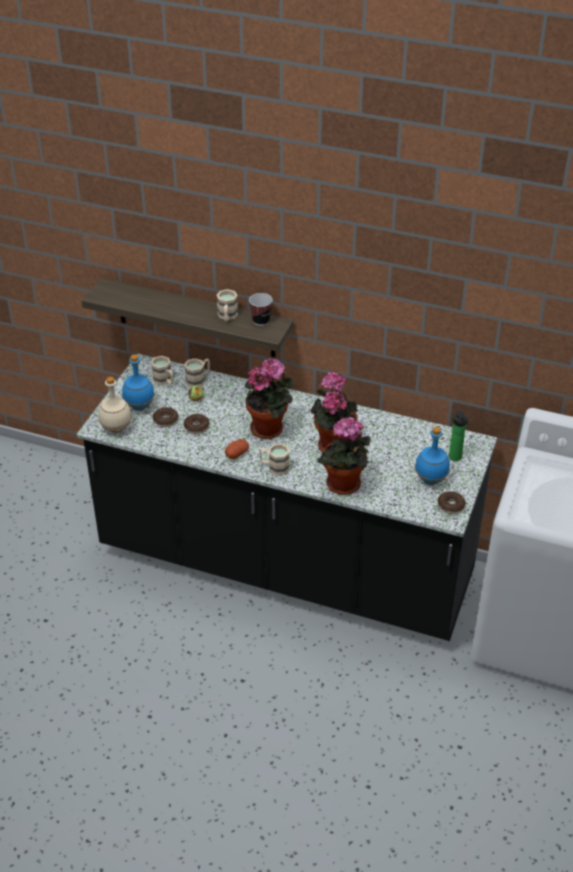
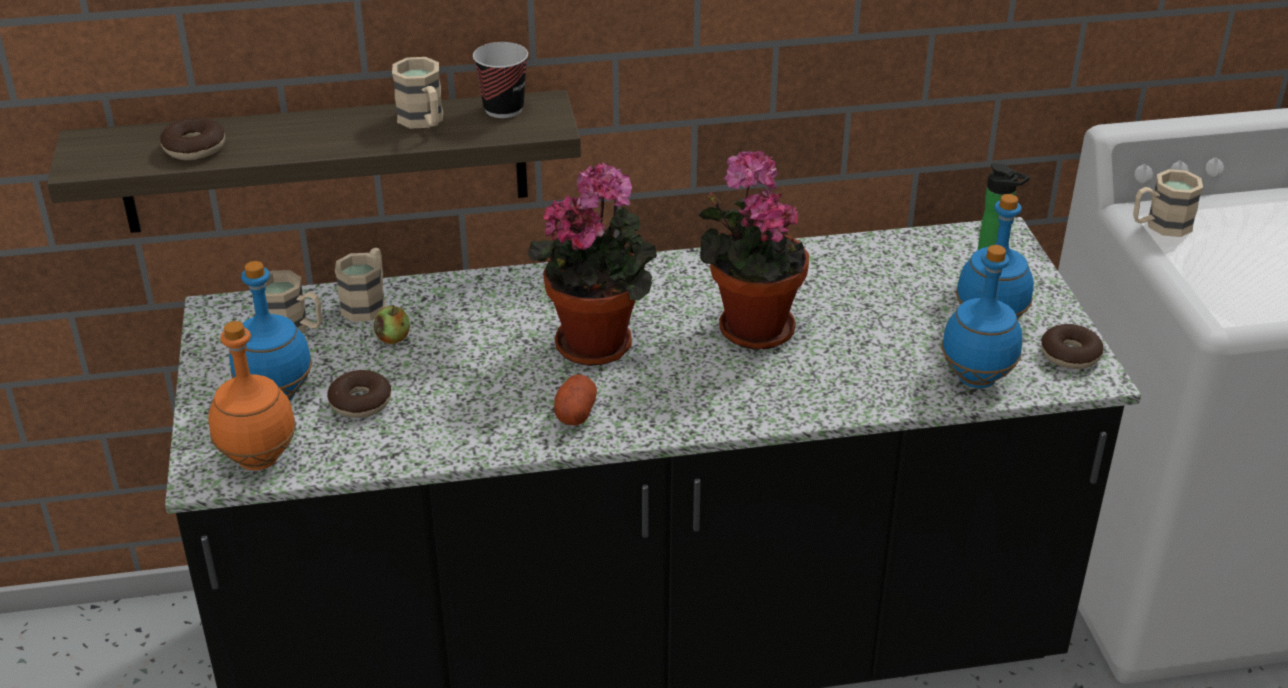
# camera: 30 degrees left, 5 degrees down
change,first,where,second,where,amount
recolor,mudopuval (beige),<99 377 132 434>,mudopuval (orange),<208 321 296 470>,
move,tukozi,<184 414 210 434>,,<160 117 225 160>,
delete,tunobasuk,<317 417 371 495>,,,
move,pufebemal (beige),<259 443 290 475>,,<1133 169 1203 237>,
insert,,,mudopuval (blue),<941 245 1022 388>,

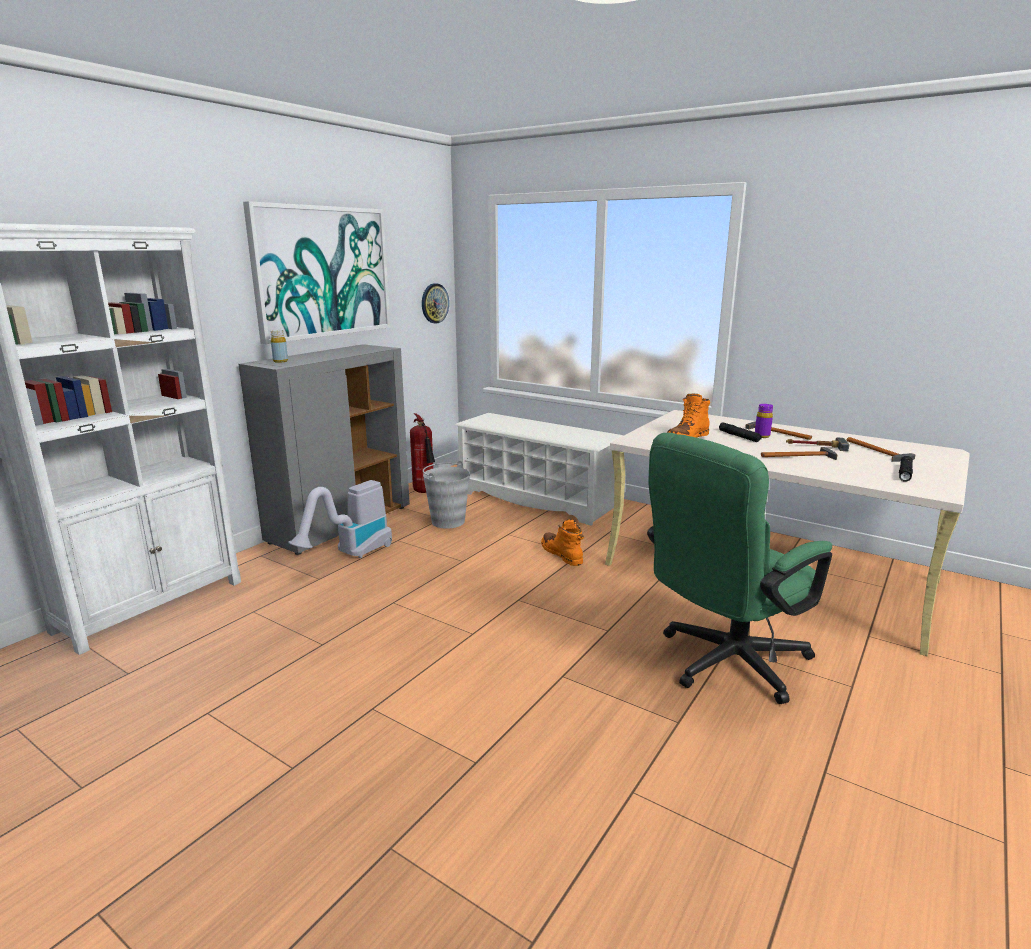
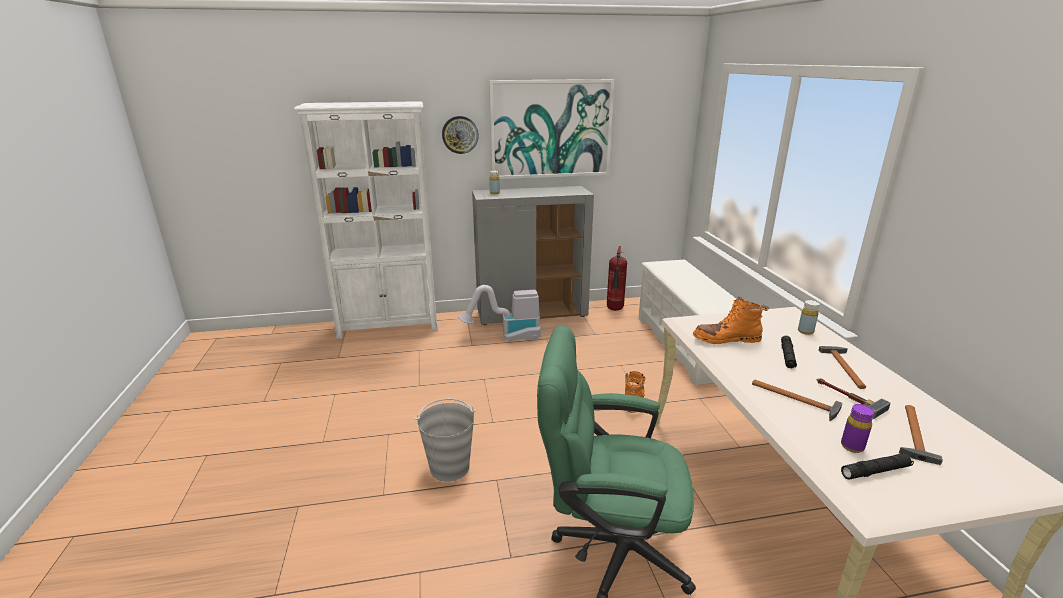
# camera: 45 degrees right, 5 degrees up
change,first,where,second,where,amount
move,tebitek,<422 283 449 323>,,<442 116 479 154>,
move,mudopuval (purple),<755 404 773 438>,,<841 404 874 453>,
move,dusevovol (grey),<423 461 470 529>,,<414 398 476 482>,
insert,,,mudopuval (yellow),<798 300 820 335>,

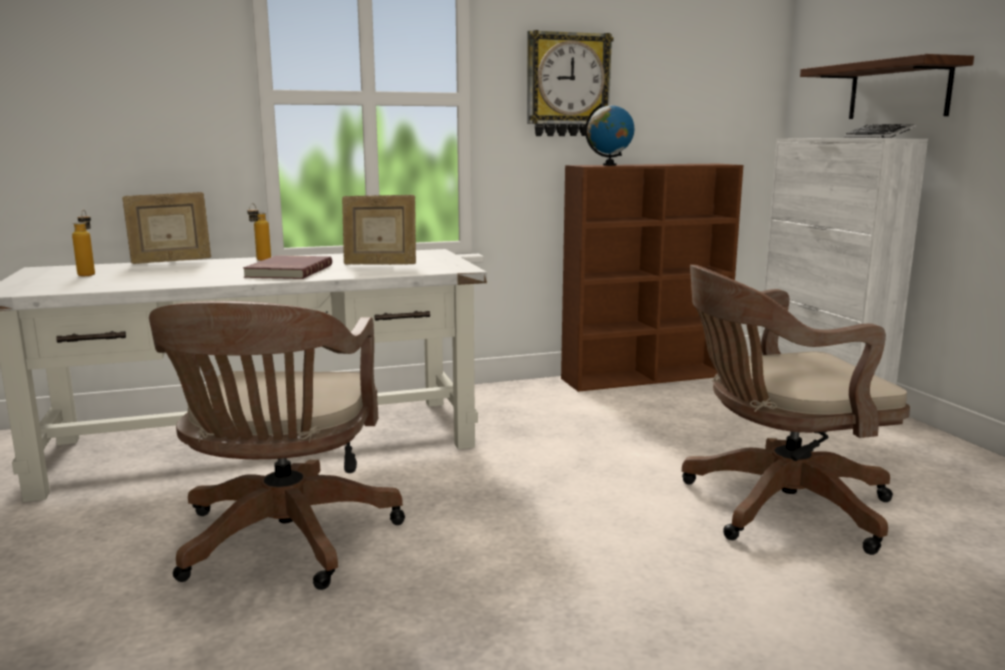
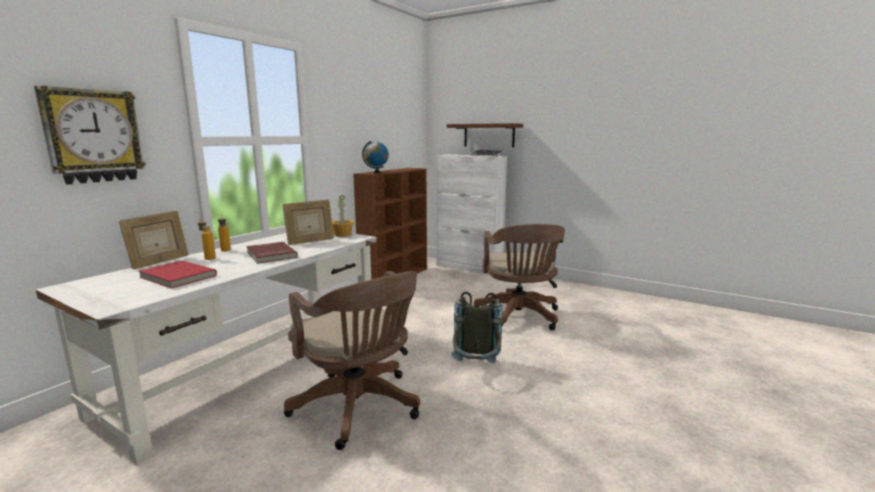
# camera: 40 degrees left, 0 degrees up
change,first,where,second,where,amount
move,tebitek,<527 30 614 136>,,<34 86 146 184>,
move,mudopuval,<72 209 95 276>,,<198 218 216 260>,
rotate,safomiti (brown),<682 265 910 555>,,<474 224 565 330>,45 degrees counterclockwise
insert,,,tunobasuk,<332 196 354 237>,
insert,,,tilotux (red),<139 261 217 289>,
insert,,,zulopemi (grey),<451 292 503 363>,

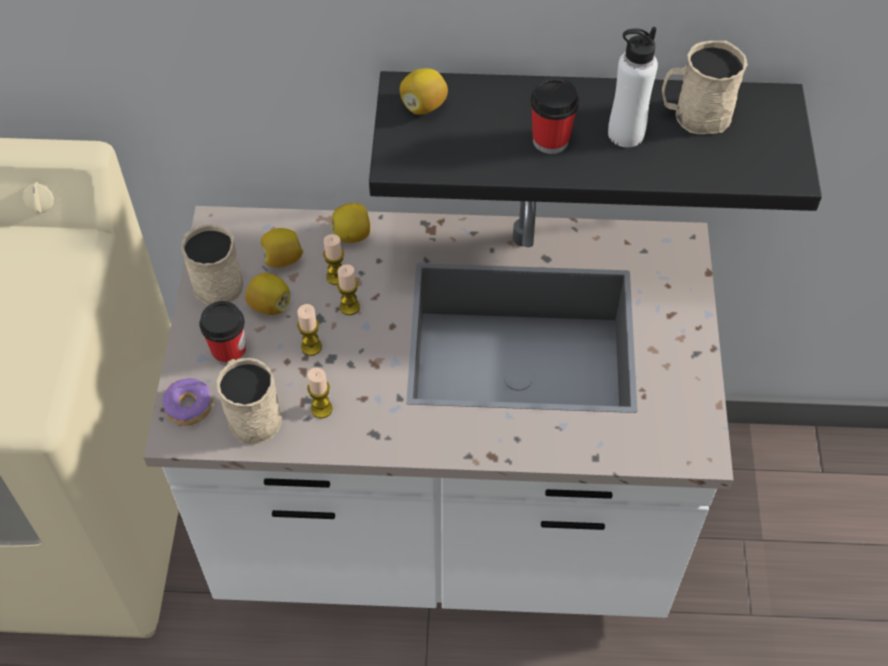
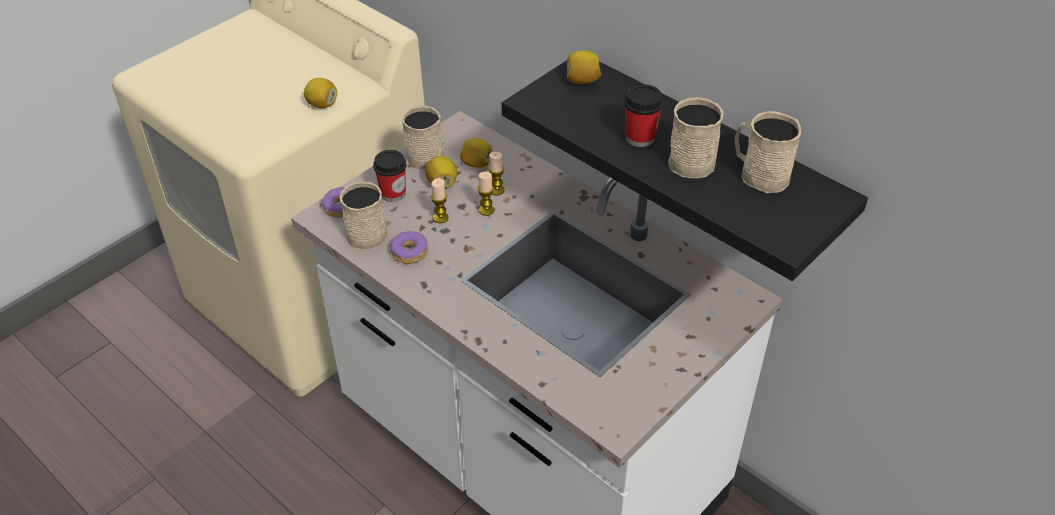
# camera: 40 degrees right, 10 degrees down
change,first,where,second,where,amount
replace,mudopuval (white),<608 27 658 147>,pufebemal (beige),<668 97 723 178>,
move,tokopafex,<331 203 370 243>,,<304 78 337 108>,
replace,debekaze,<307 368 333 418>,tukozi,<391 231 428 264>,

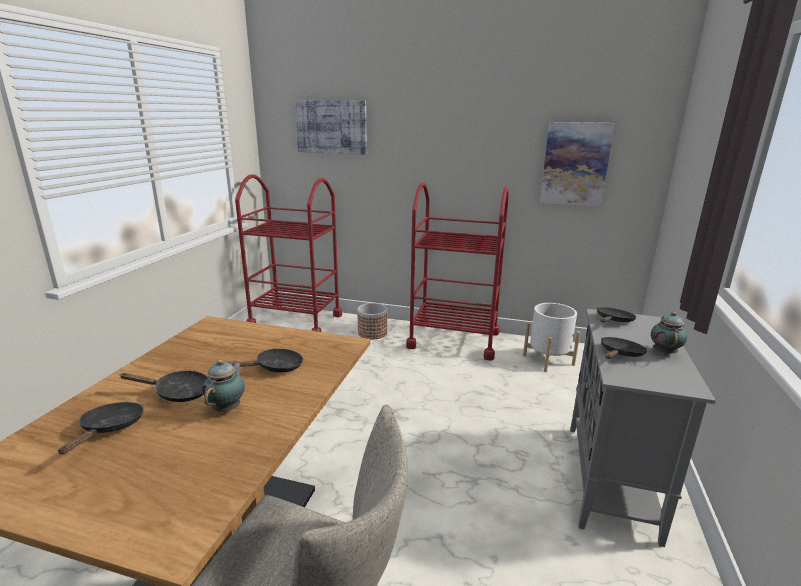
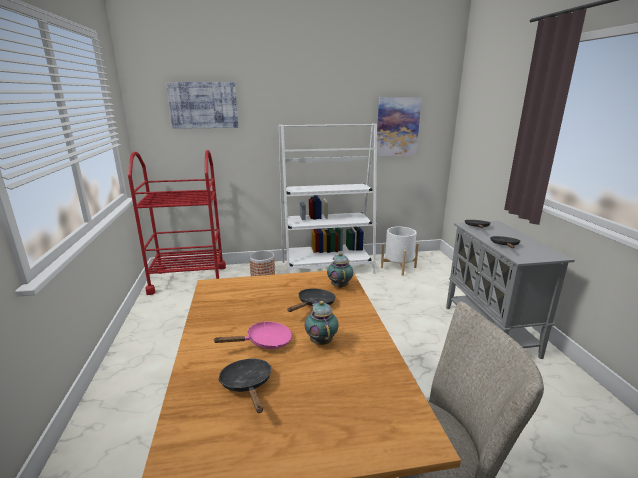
# camera: 25 degrees left, 0 degrees up
change,first,where,second,where,amount
replace,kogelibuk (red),<406 182 509 361>,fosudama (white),<279 123 377 274>,
move,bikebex,<651 312 687 355>,,<327 253 353 288>,
recolor,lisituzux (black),<119 371 208 402>,lisituzux (pink),<213 321 292 349>,

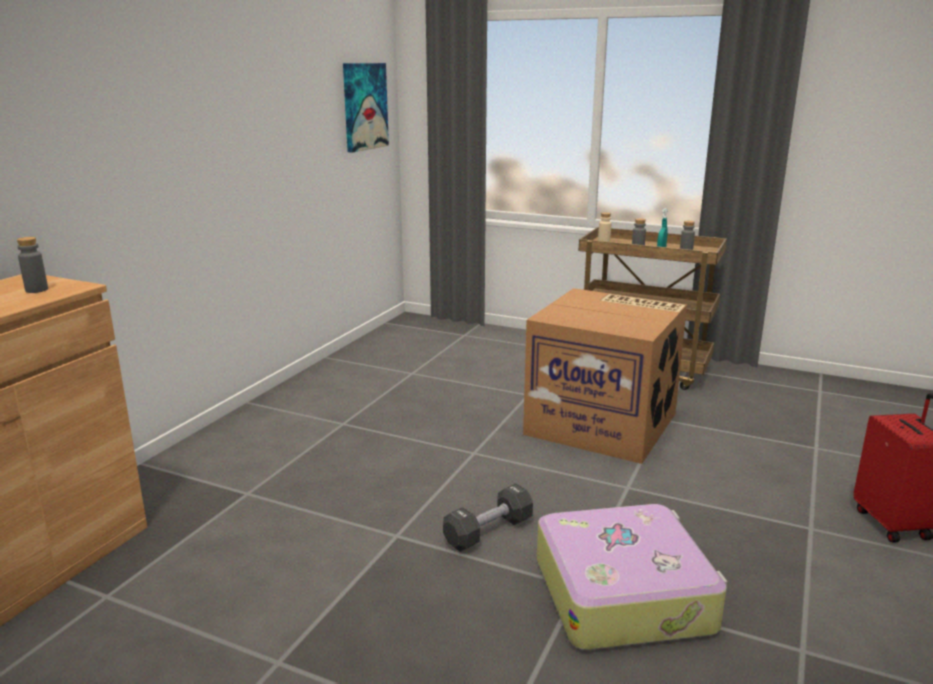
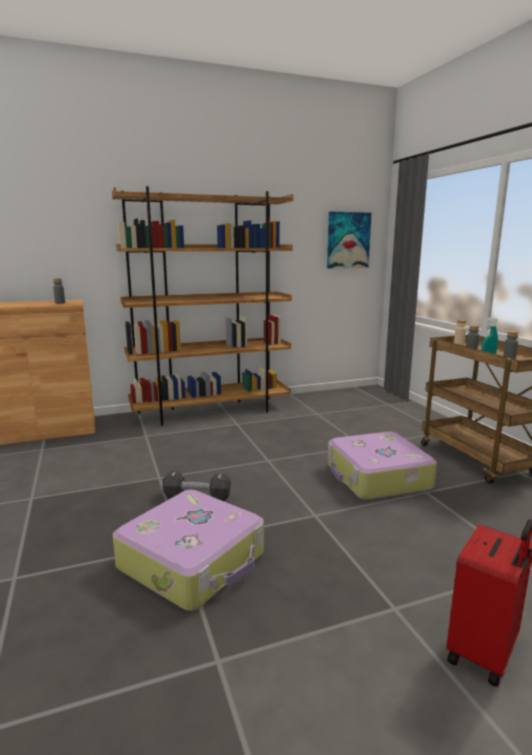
# camera: 45 degrees right, 5 degrees down
change,first,where,second,where,amount
replace,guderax,<523 288 687 464>,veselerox,<328 432 437 500>,
insert,,,fosudama (brown),<112 186 293 426>,

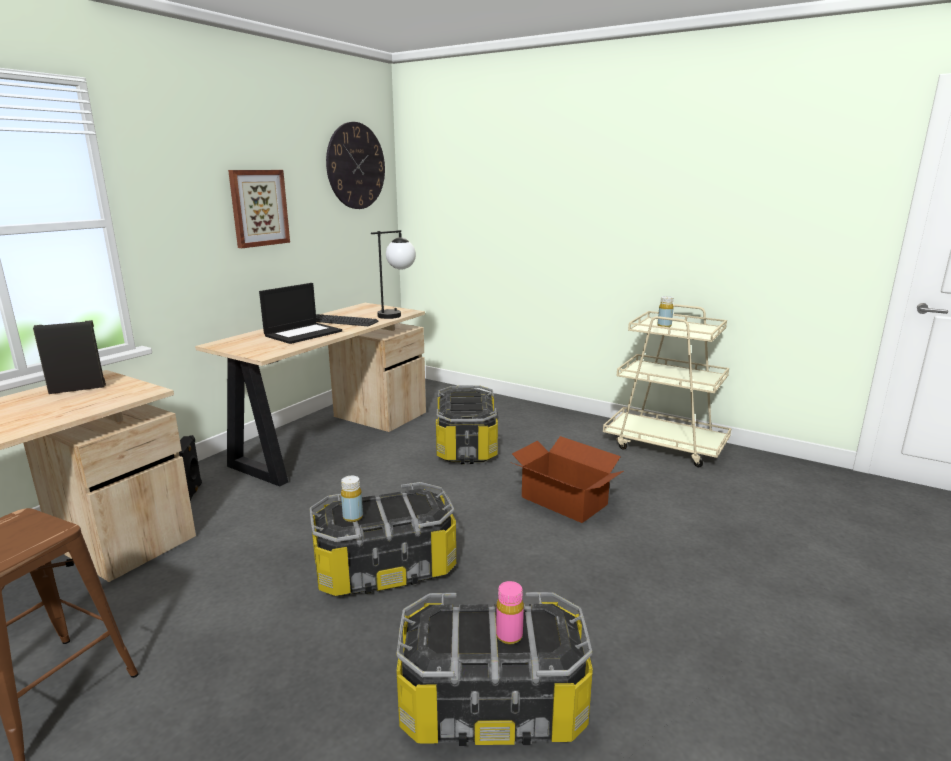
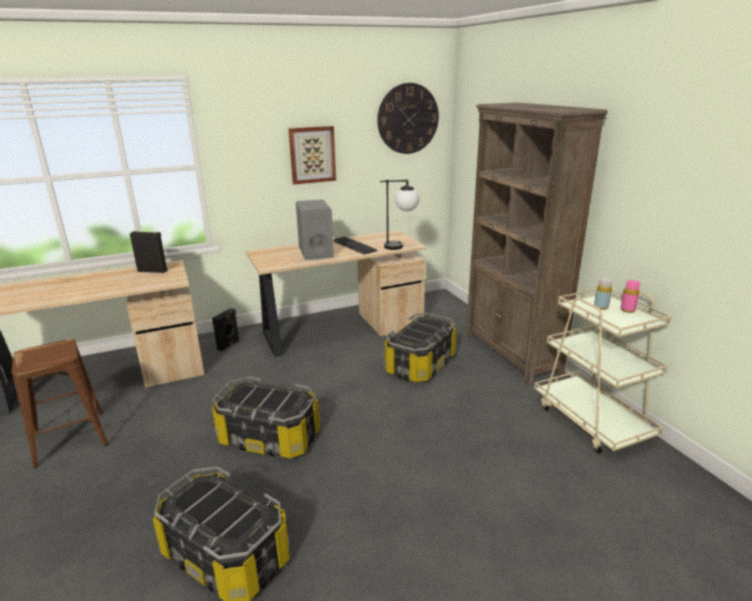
# camera: 35 degrees right, 5 degrees up
change,first,where,second,where,amount
replace,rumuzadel,<259 283 342 344>,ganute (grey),<296 199 334 260>,
delete,guderax,<512 436 623 523>,,,
delete,mudopuval (yellow),<341 476 363 522>,,,
move,mudopuval (pink),<496 581 524 645>,,<621 280 640 313>,
insert,,,fosudama (brown),<466 102 608 385>,

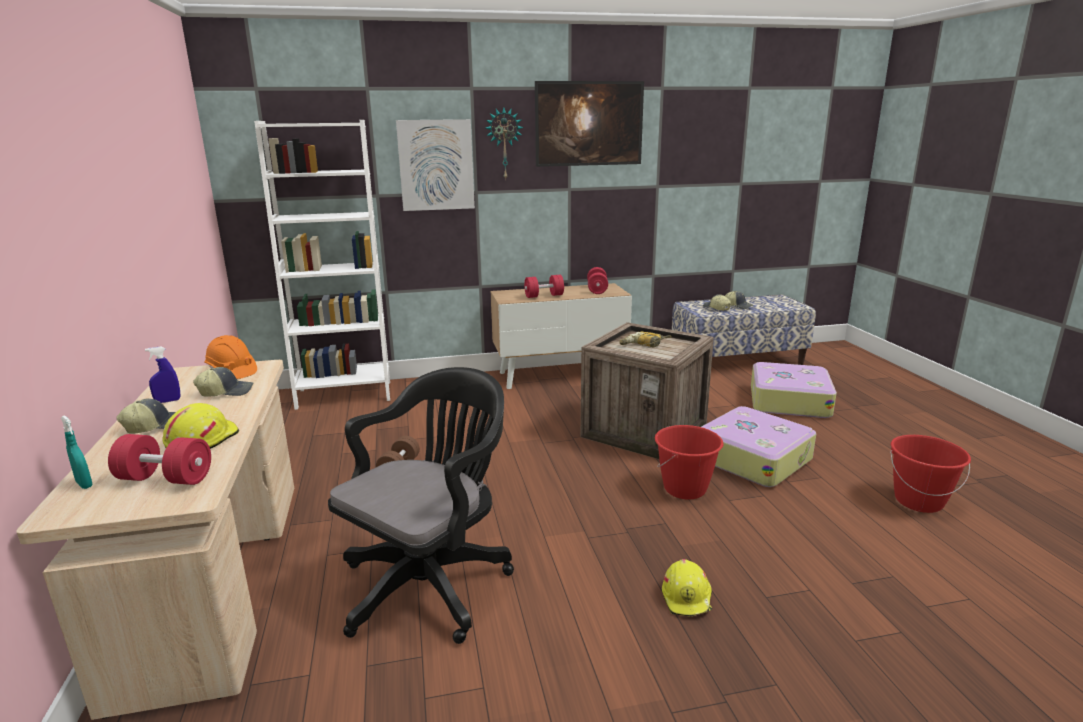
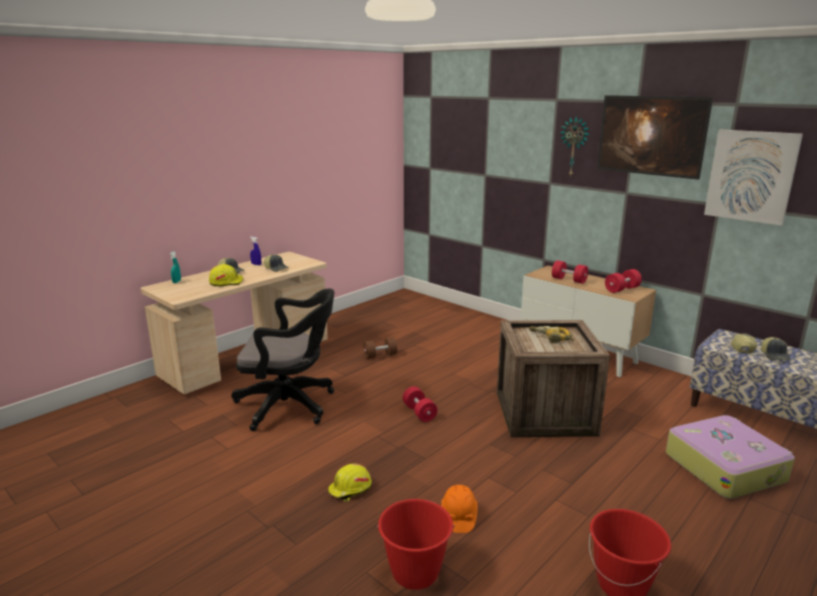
# camera: 55 degrees right, 0 degrees up
change,first,where,second,where,amount
move,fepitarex,<396 119 475 211>,,<704 130 803 226>,
delete,fosudama (white),<254 120 390 410>,,,
move,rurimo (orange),<204 335 257 379>,,<441 485 478 533>,
delete,veselerox,<702 406 816 487>,,,
move,dusevovol (red),<655 425 723 500>,,<377 499 455 590>,
move,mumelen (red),<108 434 211 485>,,<403 386 438 422>,

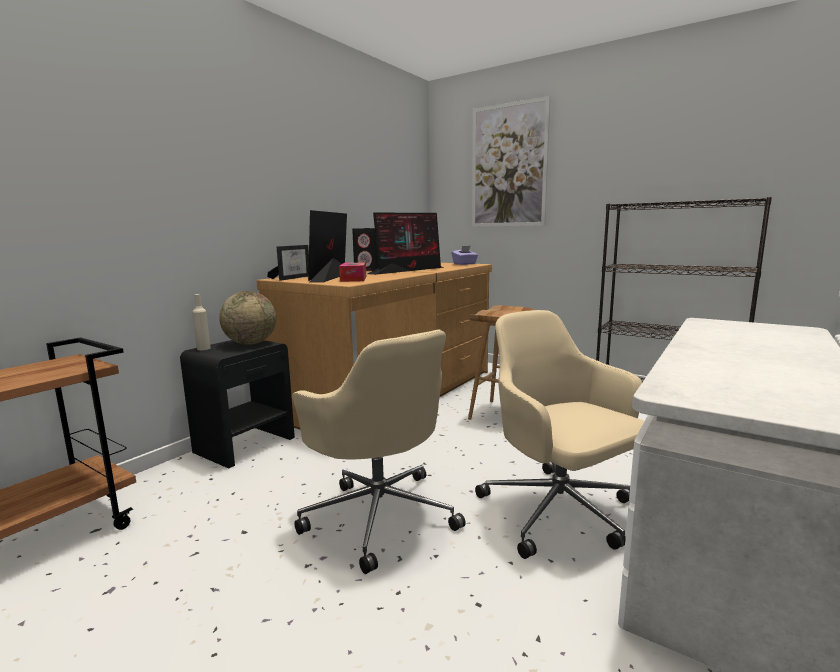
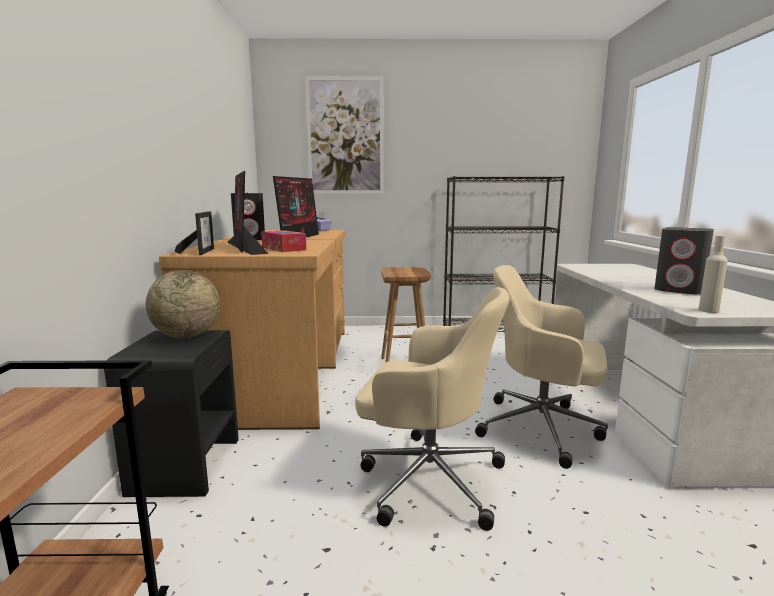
# camera: 35 degrees left, 0 degrees up
change,first,where,second,where,amount
move,mudopuval (beige),<192 294 211 350>,,<698 236 728 313>,
insert,,,ganute (grey),<654 227 714 295>,

